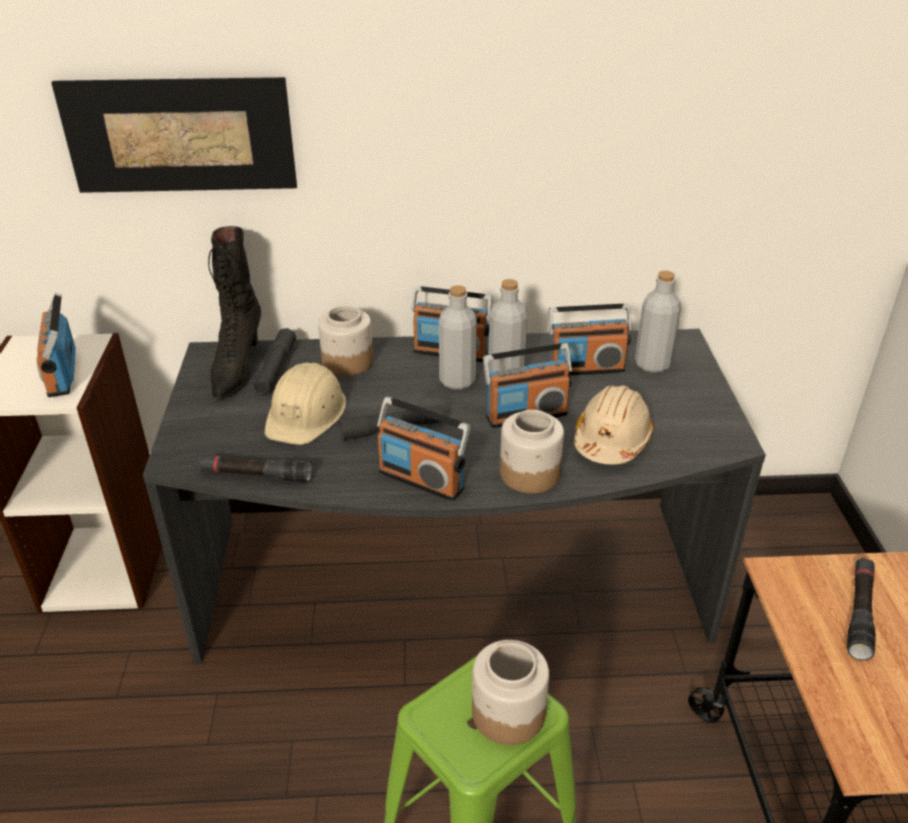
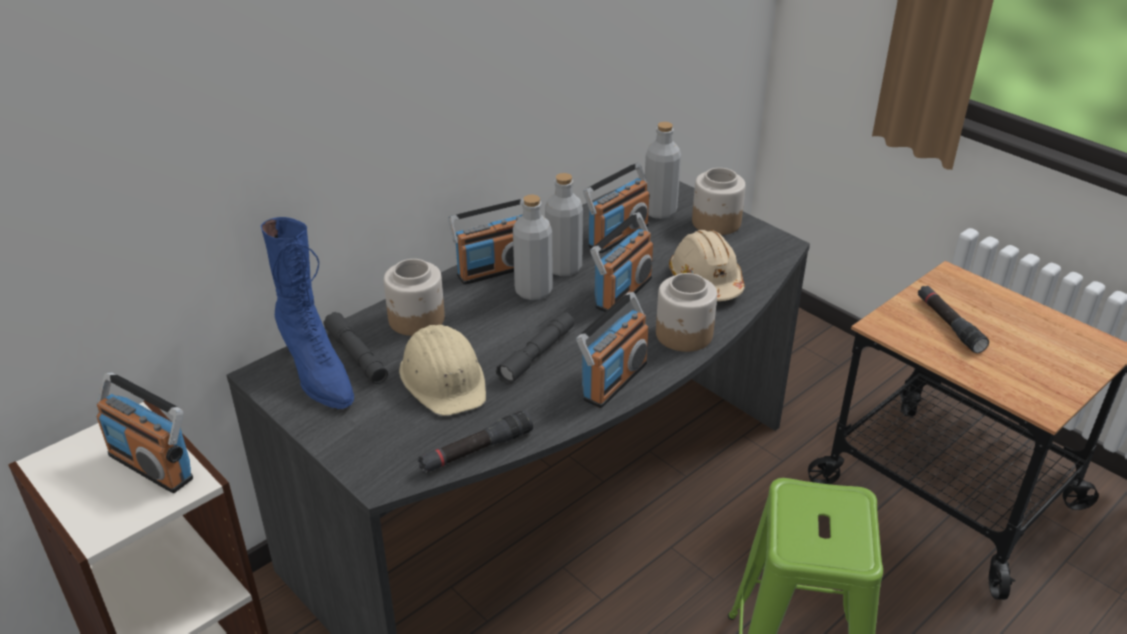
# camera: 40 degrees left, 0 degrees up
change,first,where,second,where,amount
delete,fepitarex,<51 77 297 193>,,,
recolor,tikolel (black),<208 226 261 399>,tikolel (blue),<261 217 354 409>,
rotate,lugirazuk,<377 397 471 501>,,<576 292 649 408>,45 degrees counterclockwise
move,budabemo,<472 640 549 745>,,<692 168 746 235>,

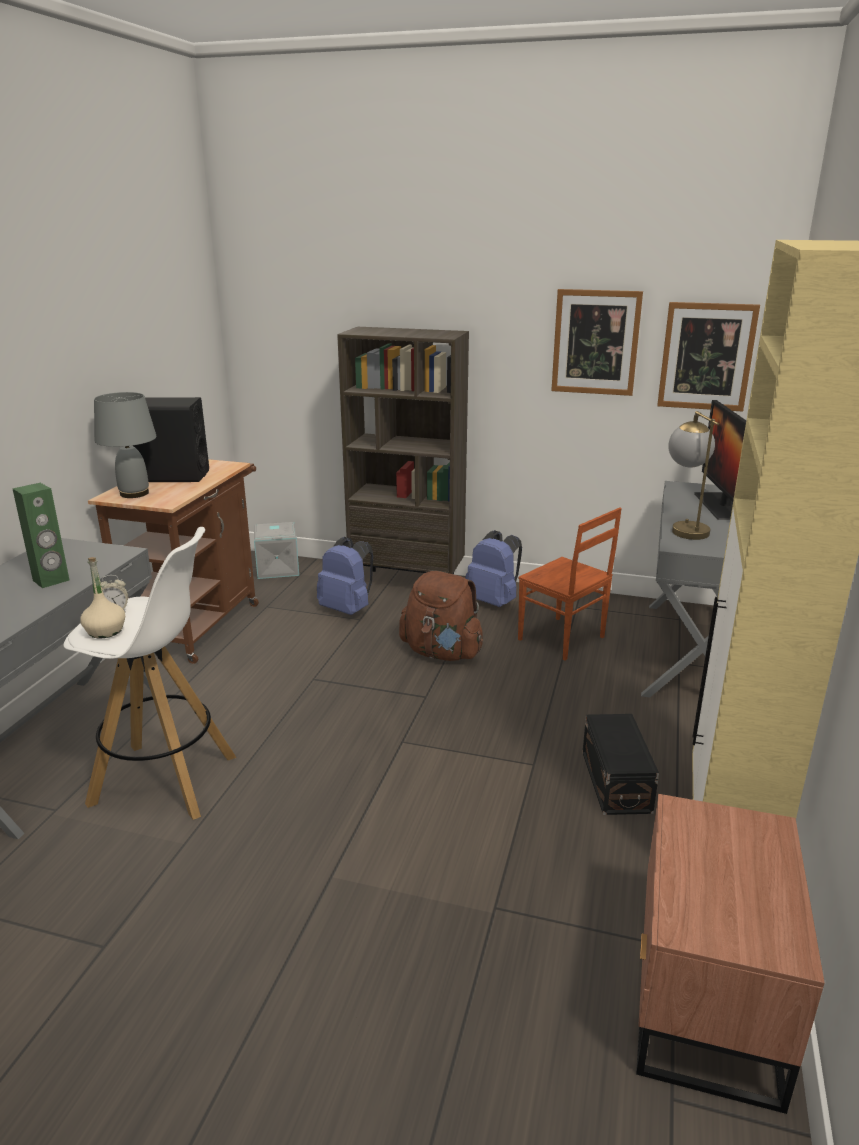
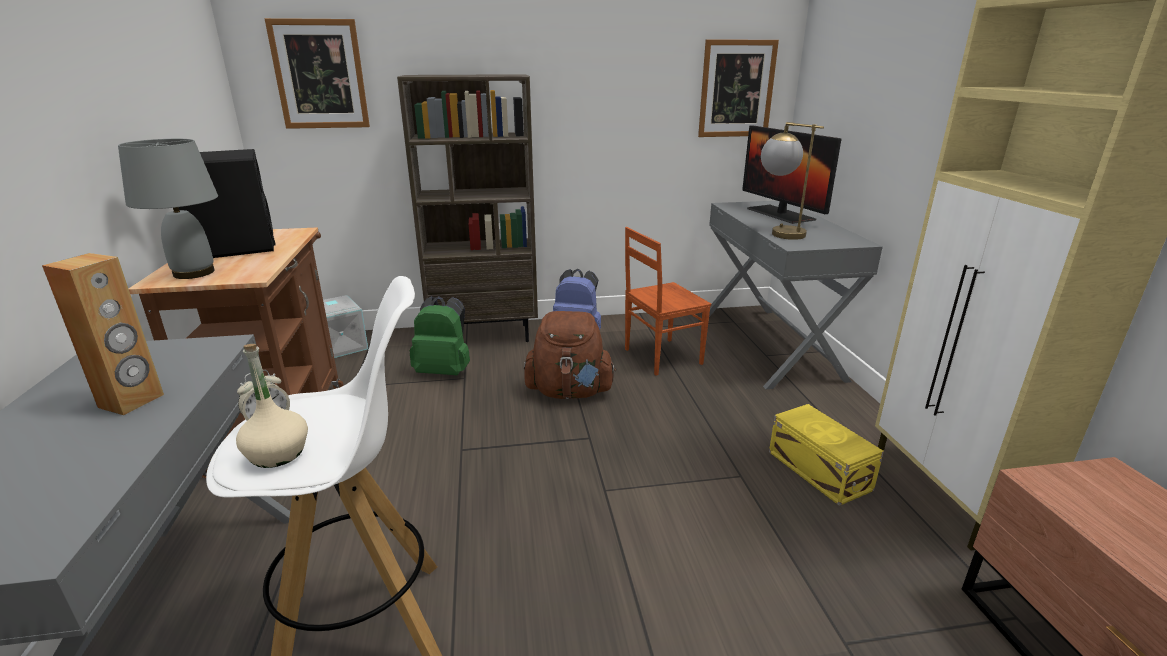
# camera: 25 degrees left, 0 degrees up
change,first,where,second,where,amount
move,fepitarex,<551 289 643 396>,,<265 18 370 129>,
recolor,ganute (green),<12 483 69 588>,ganute (brown),<42 253 164 415>,
rotate,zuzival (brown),<518 507 622 661>,,<625 227 711 375>,135 degrees clockwise
recolor,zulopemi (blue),<317 537 373 615>,zulopemi (green),<410 296 470 375>,
recolor,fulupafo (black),<582 714 659 815>,fulupafo (yellow),<769 404 884 506>,

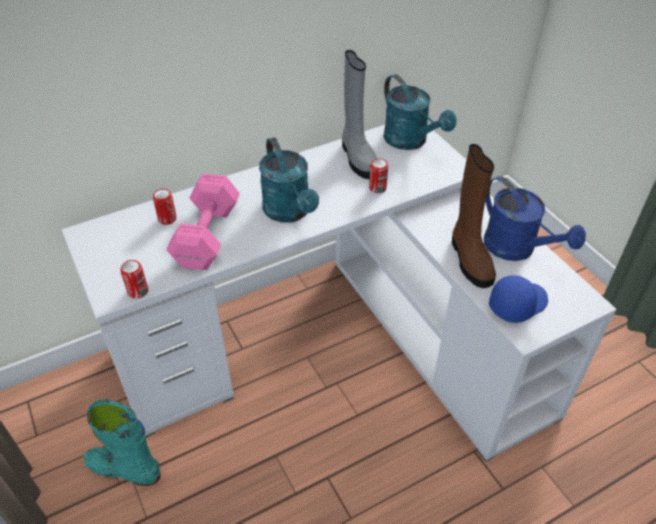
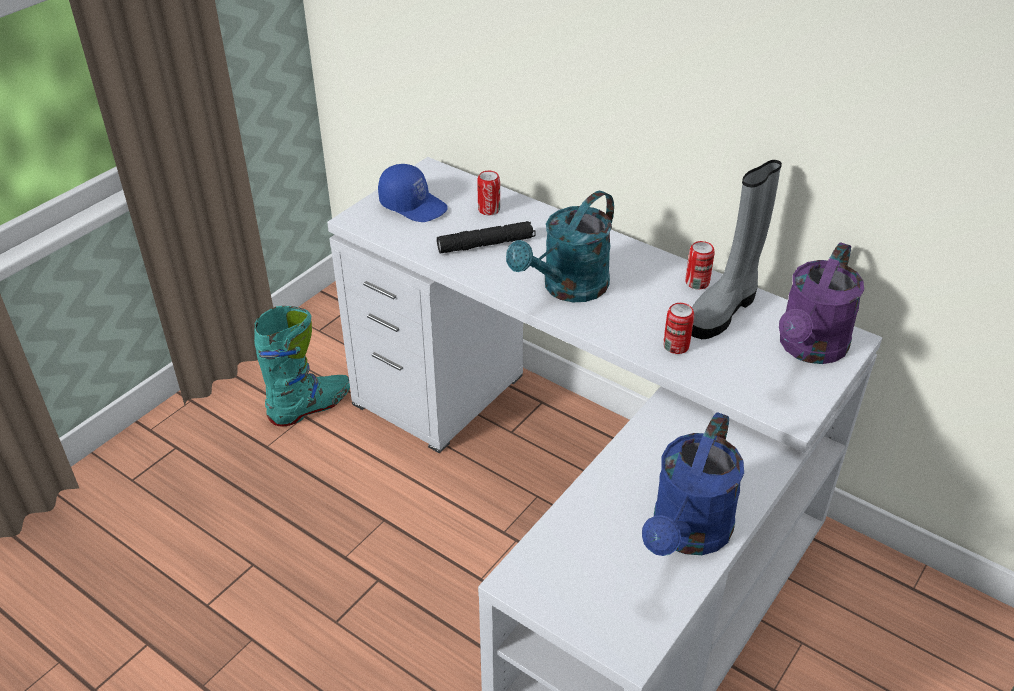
# camera: 65 degrees right, 5 degrees down
change,first,where,second,where,amount
recolor,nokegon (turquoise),<383 74 457 150>,nokegon (purple),<779 242 864 364>,
delete,tikolel (brown),<452 144 496 288>,,,
replace,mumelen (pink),<166 174 240 270>,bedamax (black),<437 221 536 253>,
move,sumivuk,<121 260 148 299>,,<685 241 715 289>,
move,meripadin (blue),<489 275 548 323>,,<378 164 448 222>,
rotate,tikolel (turquoise),<84 399 161 486>,,<254 306 350 426>,60 degrees clockwise

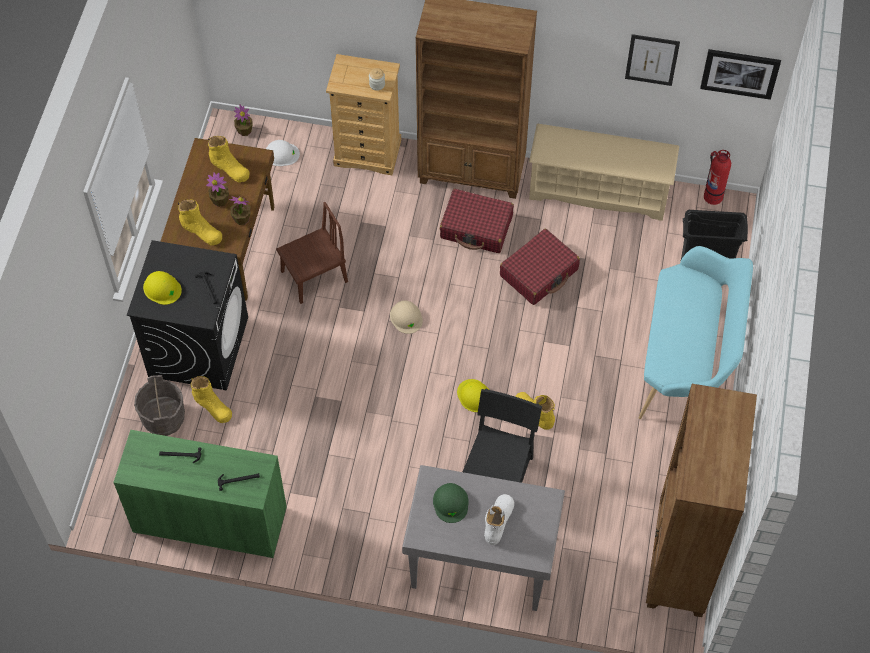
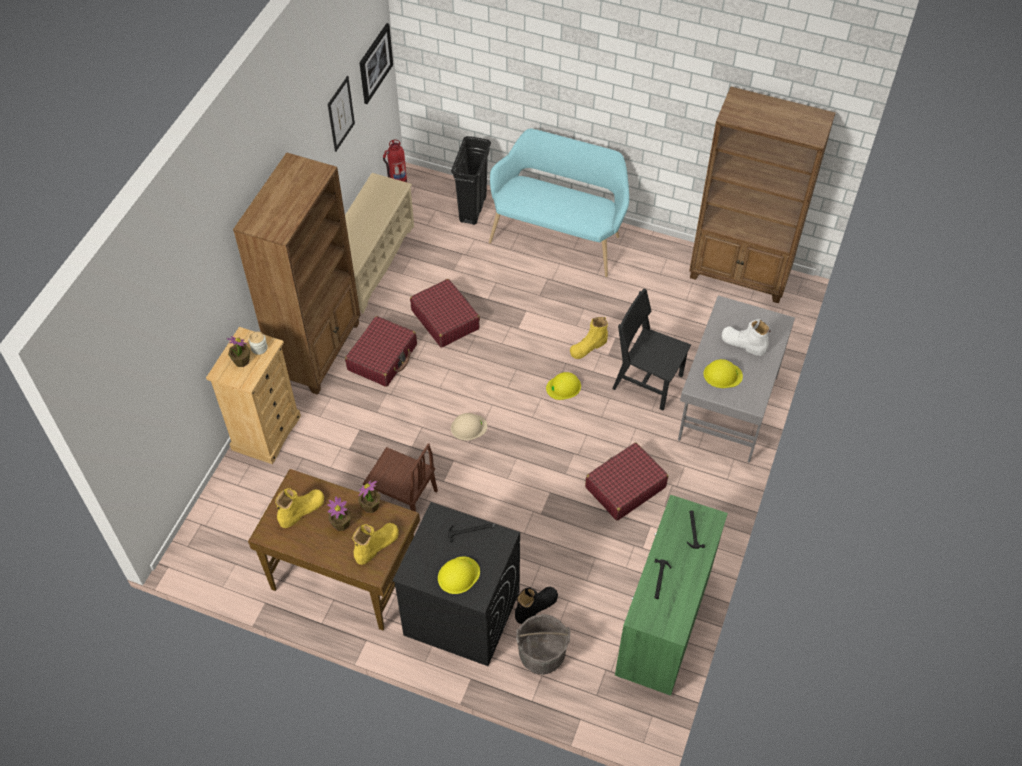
# camera: 80 degrees left, 5 degrees down
change,first,where,second,where,amount
move,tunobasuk,<234 104 253 136>,,<226 336 250 367>,
delete,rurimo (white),<266 140 300 166>,,,
rotate,zuzival (brown),<276 202 348 304>,,<363 443 438 512>,135 degrees clockwise
recolor,tikolel (yellow),<191 376 232 423>,tikolel (black),<515 587 558 624>,
recolor,rurimo (green),<433 483 469 523>,rurimo (yellow),<703 359 743 388>,
insert,,,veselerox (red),<585 442 668 521>,

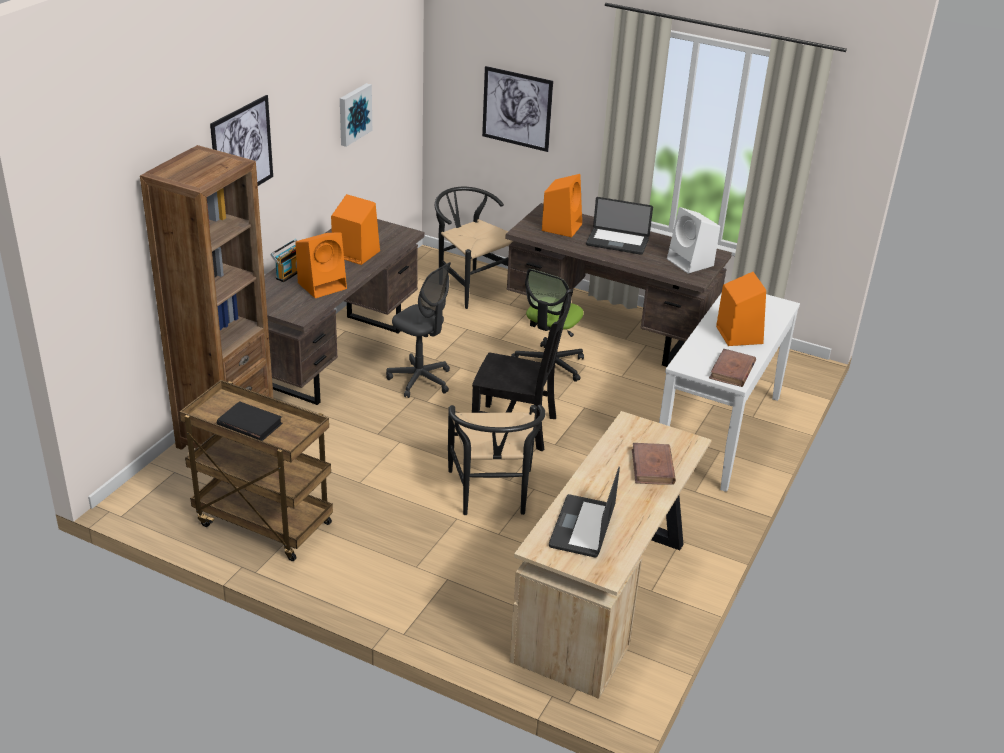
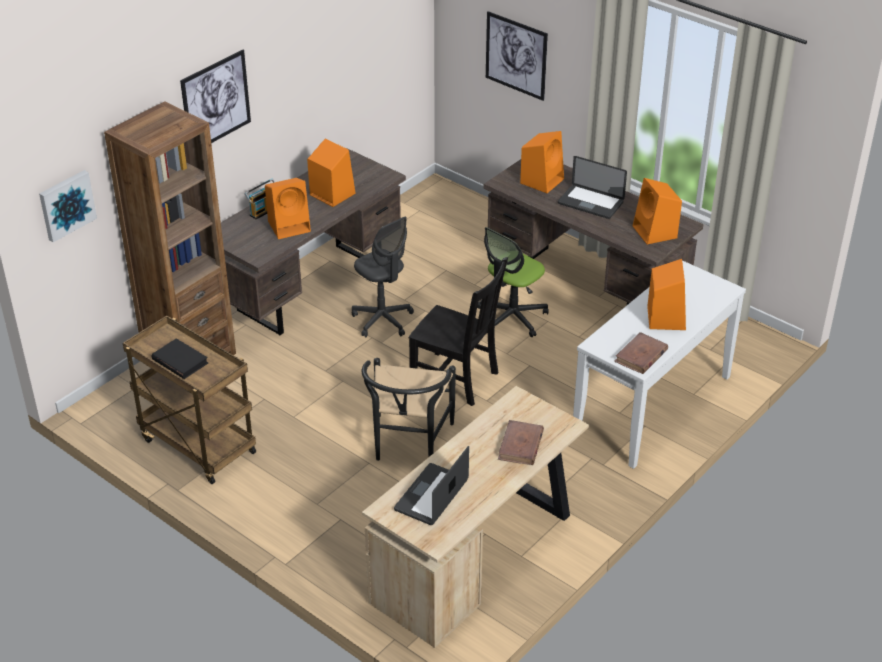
# camera: 15 degrees right, 5 degrees up
change,first,where,second,where,amount
move,fepitarex,<340 83 372 147>,,<39 170 97 242>,
delete,zuzival (black),<435 187 513 309>,,,
recolor,ganute (white),<667 207 720 274>,ganute (orange),<633 178 682 244>,

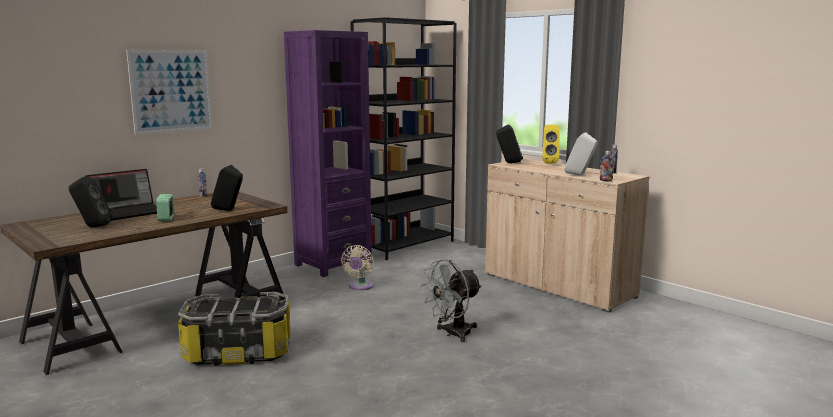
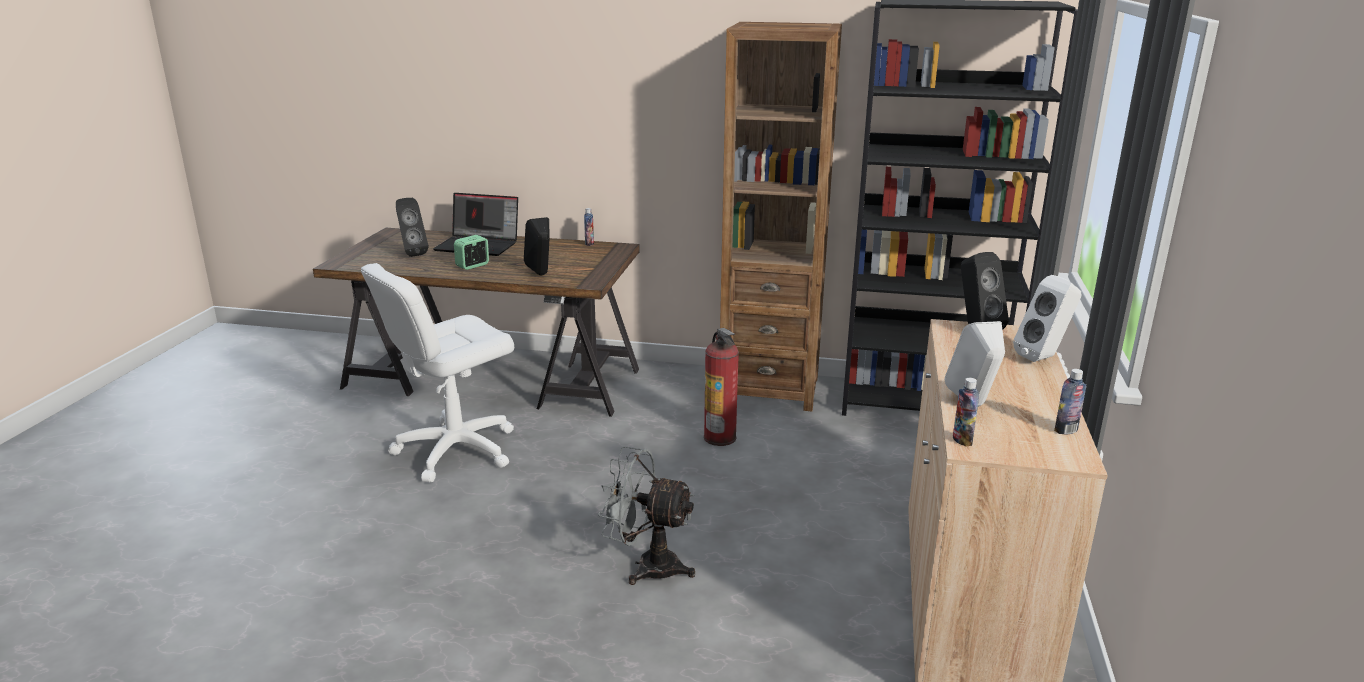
# camera: 55 degrees right, 10 degrees up
change,first,where,second,where,amount
recolor,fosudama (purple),<284 30 372 277>,fosudama (brown),<720 22 842 411>,
delete,fepitarex,<126 50 213 135>,,,
recolor,ganute (yellow),<542 125 560 164>,ganute (white),<1013 275 1081 362>,
replace,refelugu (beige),<341 245 374 290>,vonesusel,<704 328 739 446>,
replace,fulupafo,<178 292 291 366>,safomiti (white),<361 263 514 483>,

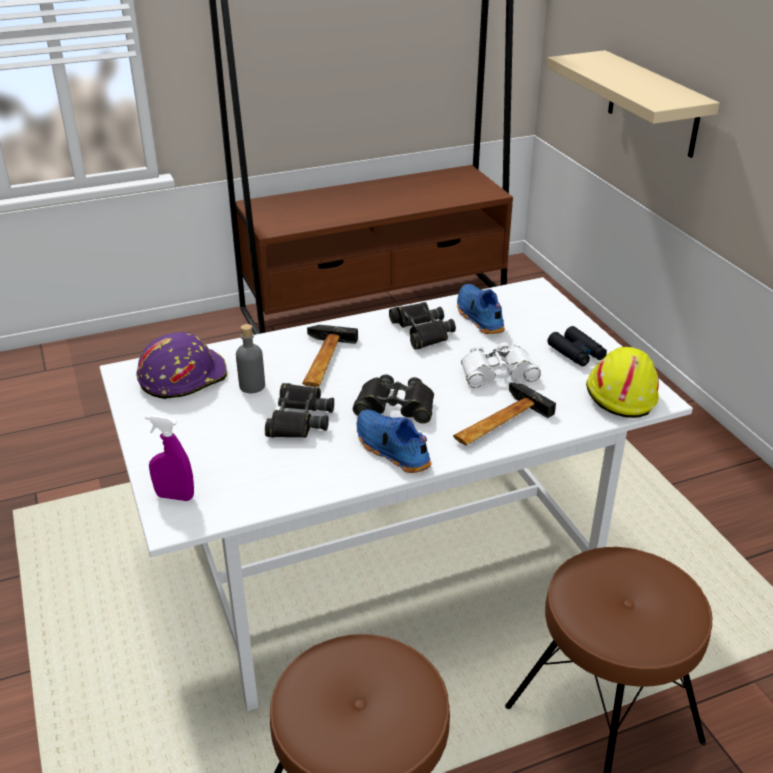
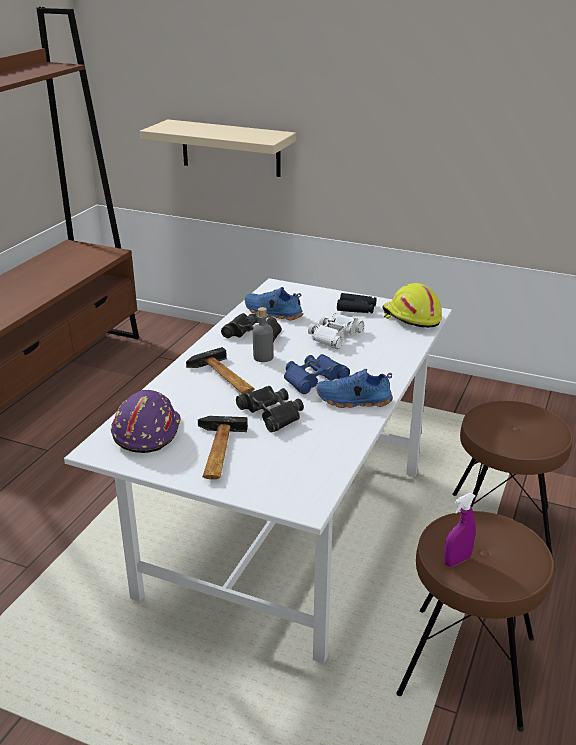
# camera: 45 degrees left, 5 degrees down
change,first,where,second,where,amount
move,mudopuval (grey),<236 324 265 393>,,<253 307 273 362>,
recolor,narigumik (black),<353 374 434 424>,narigumik (blue),<284 354 350 394>,
move,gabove,<453 382 556 445>,,<198 416 248 479>,
move,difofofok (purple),<145 415 194 501>,,<444 493 475 567>,

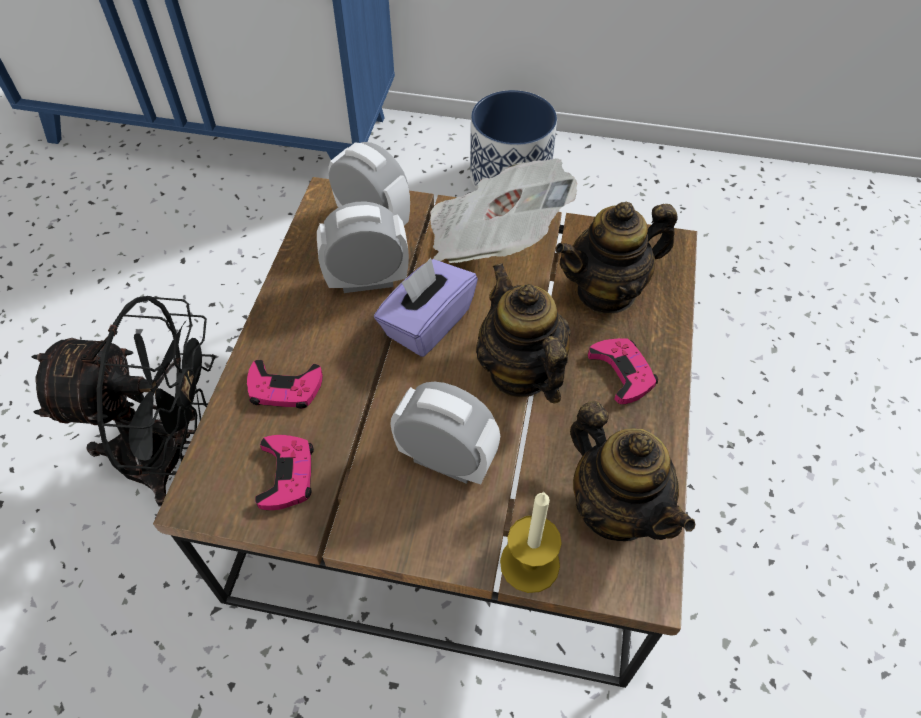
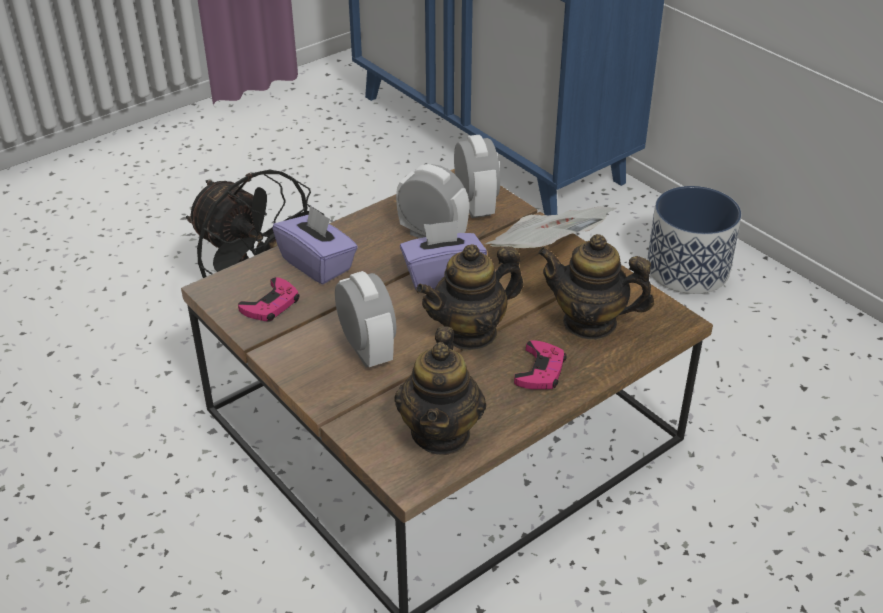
# camera: 40 degrees right, 15 degrees down
change,first,where,second,where,amount
rotate,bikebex,<476 263 571 404>,,<416 244 523 351>,135 degrees counterclockwise
replace,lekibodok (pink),<247 360 323 409>,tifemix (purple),<272 205 358 284>,
delete,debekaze,<500 491 562 593>,,,

